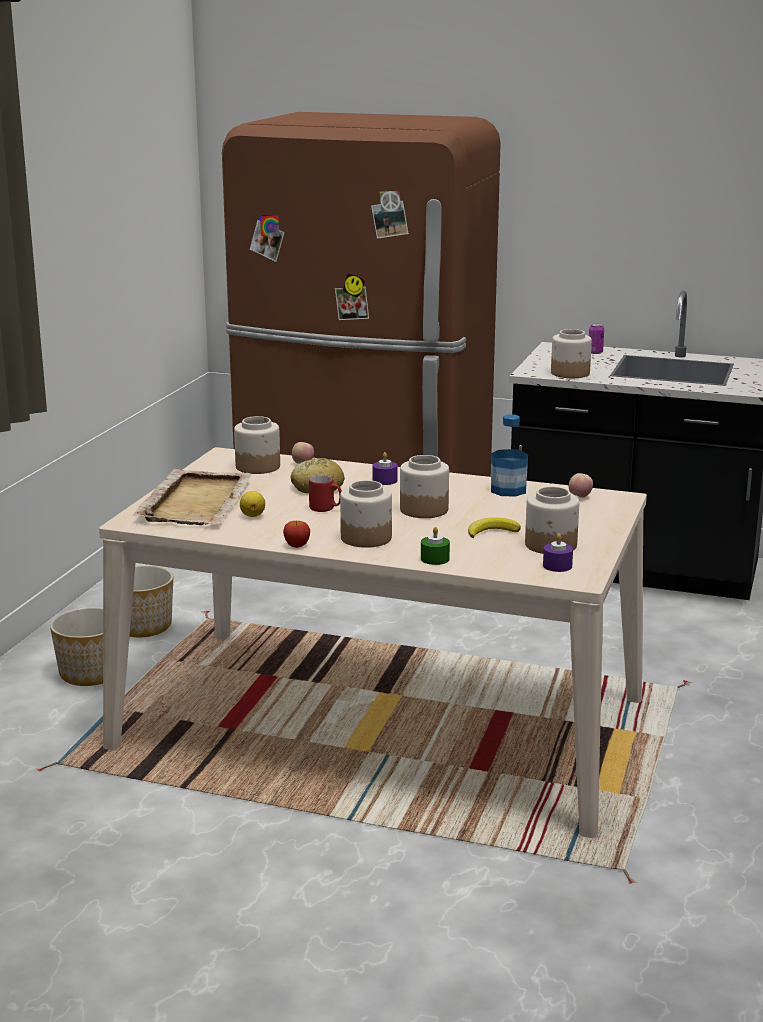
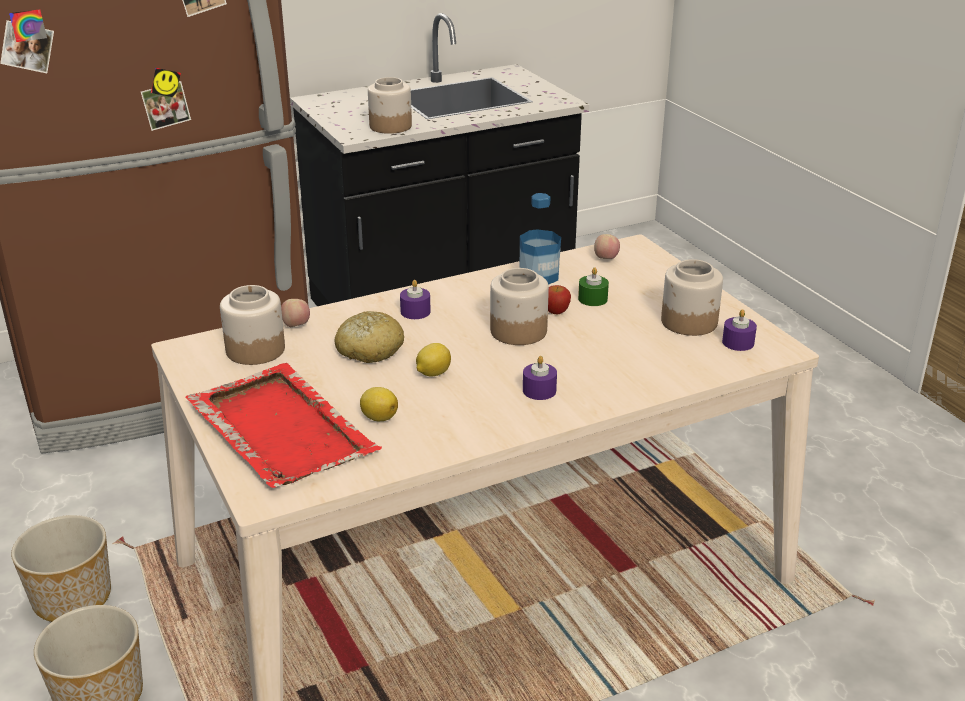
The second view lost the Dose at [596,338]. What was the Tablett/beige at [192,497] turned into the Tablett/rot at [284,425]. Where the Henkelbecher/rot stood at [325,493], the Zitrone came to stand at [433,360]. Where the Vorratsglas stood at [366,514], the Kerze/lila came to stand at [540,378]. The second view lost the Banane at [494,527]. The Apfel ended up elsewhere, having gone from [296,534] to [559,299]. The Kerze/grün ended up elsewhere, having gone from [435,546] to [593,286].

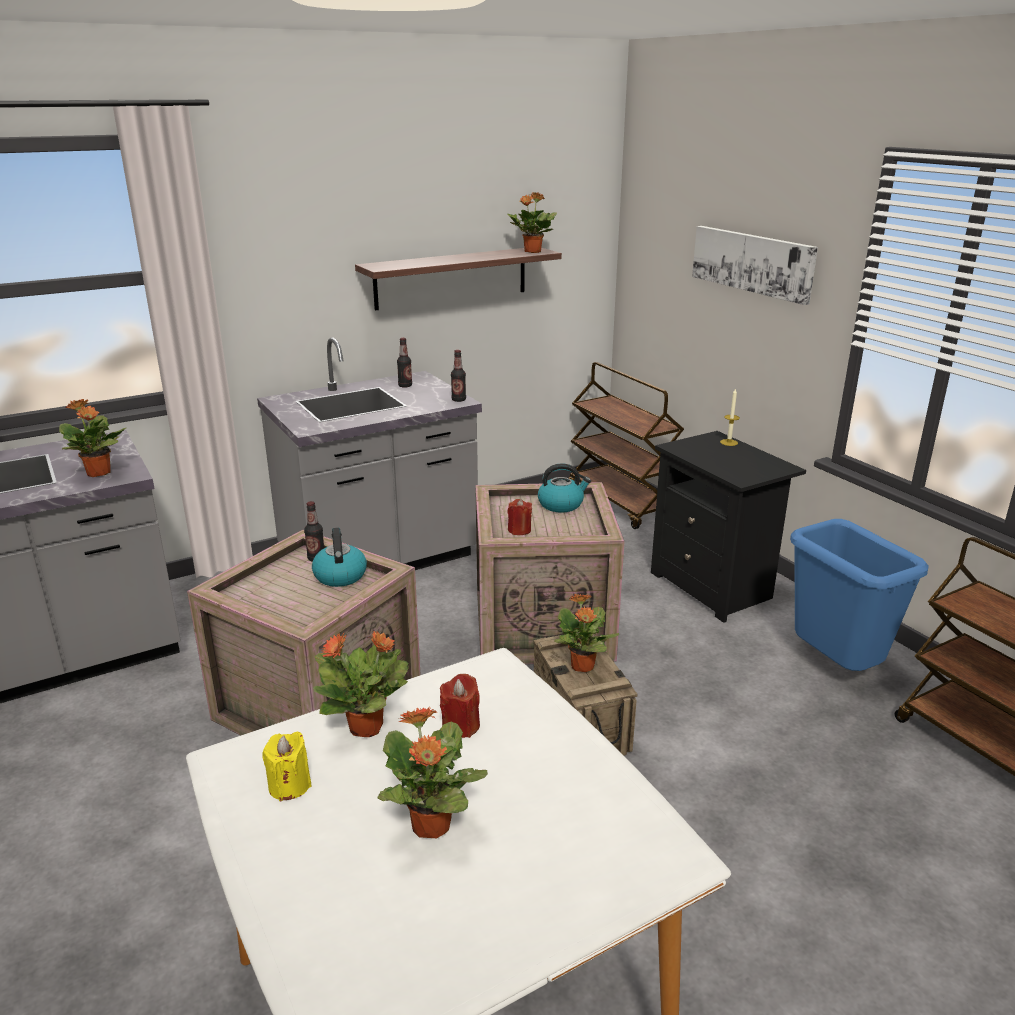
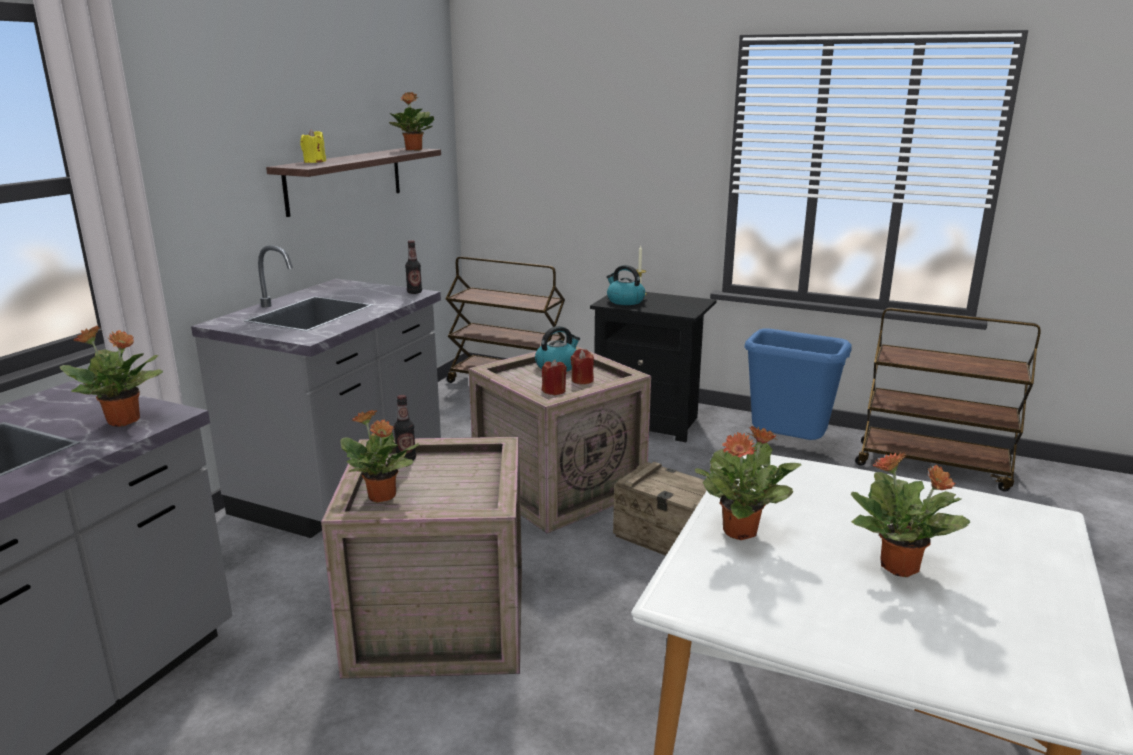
The second view lost the Bild at [755,265]. The second view lost the Flasche at [404,363]. The Wasserkessel ended up elsewhere, having gone from [339,557] to [625,285]. The Topfpflanze ended up elsewhere, having gone from [586,633] to [379,456]. The Kerze/rot ended up elsewhere, having gone from [460,706] to [582,366]. The Kerze/gelb ended up elsewhere, having gone from [287,766] to [313,146].

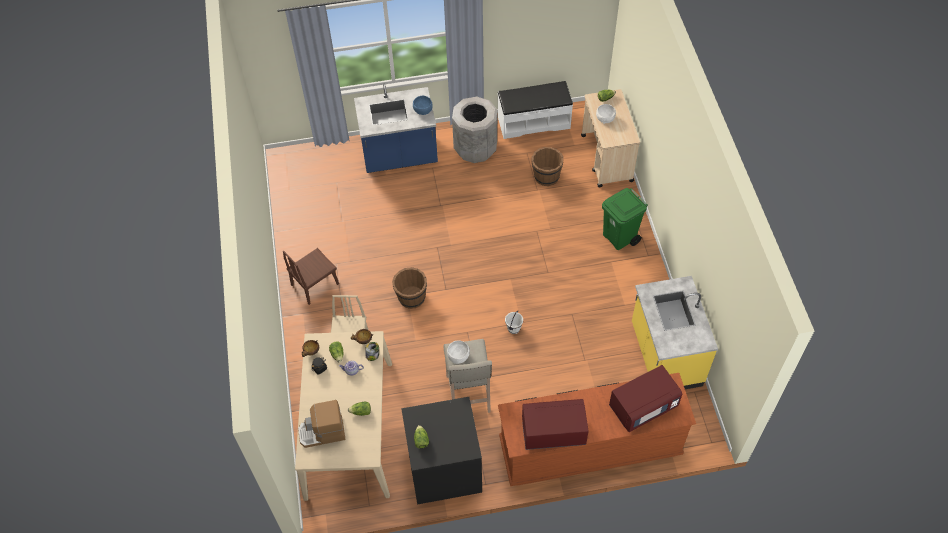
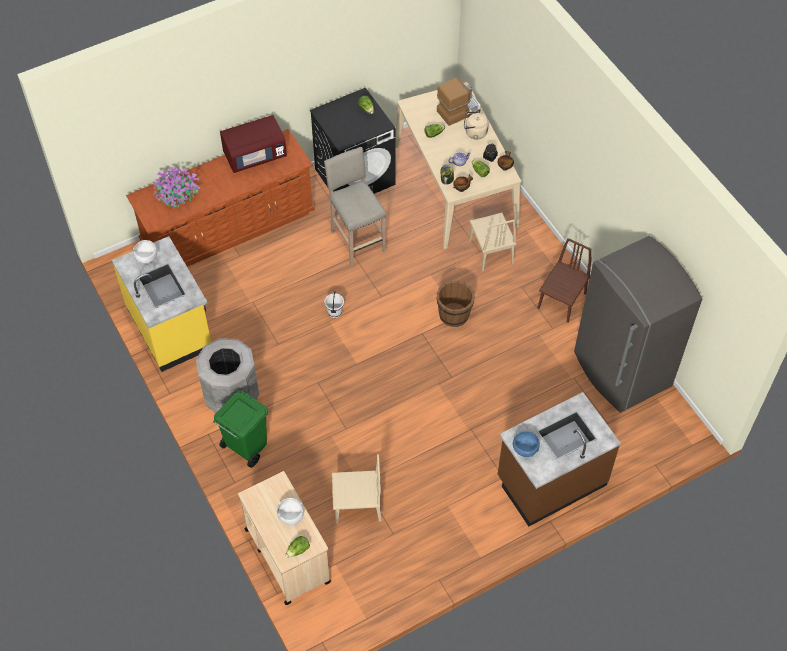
The second view lost the Bank/weiß at [535,110]. What was the Küchenzeile/blau at [396,128] turned into the Küchenzeile/braun at [559,459]. The Mülleimer/grau ended up elsewhere, having gone from [474,130] to [227,375]. Where the Eimer/braun stood at [547,166], the Stuhl/beige came to stand at [357,489]. The Schüssel/weiß ended up elsewhere, having gone from [458,352] to [145,251]. Where the Mikrowelle/rot stood at [645,398], the Topfpflanze came to stand at [176,186]. The second view gained the Wasserkessel/beige at [476,125]. The second view gained the Kühlschrank/grau at [638,324].

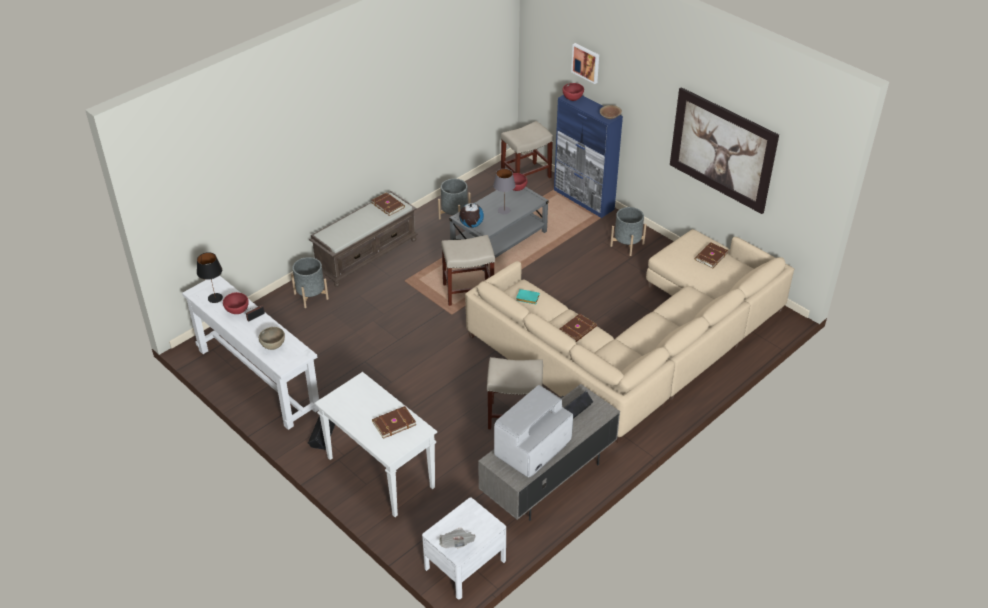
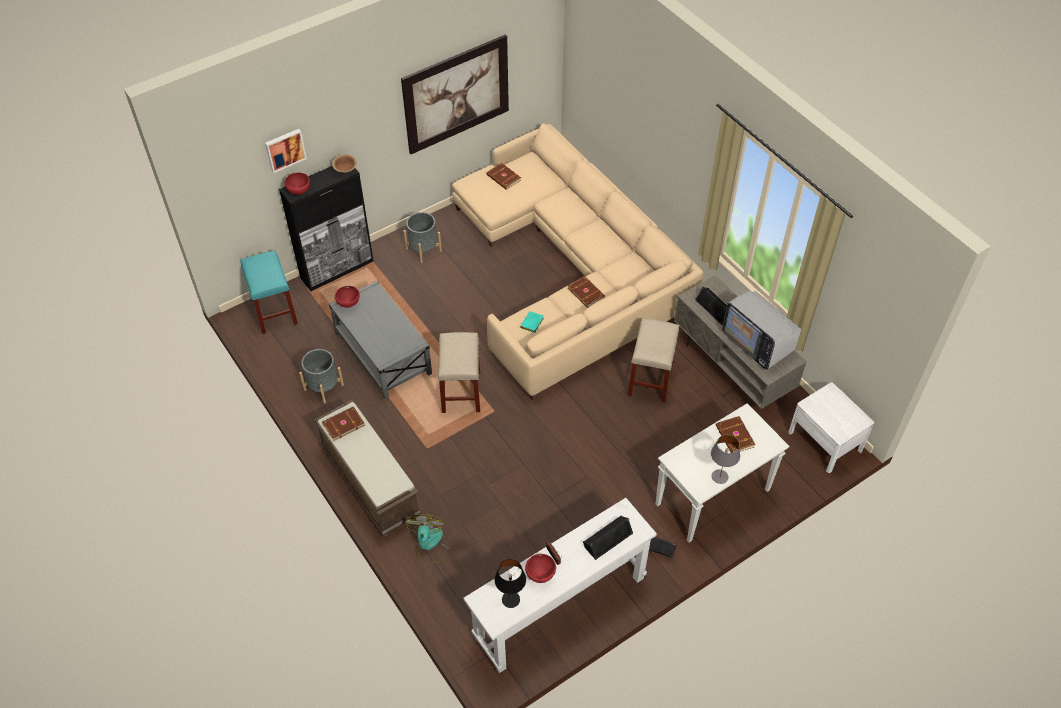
What was the Schrank/blau at [588,156] turned into the Schrank/schwarz at [326,228]. What was the Hocker/beige at [527,149] turned into the Hocker/türkis at [269,292]. The Tischlampe/grau ended up elsewhere, having gone from [504,191] to [725,459]. The second view lost the Globus at [471,215]. Where the Pflanzkübel/grau stood at [310,282], the Ventilator came to stand at [428,538]. Where the Schüssel/braun stood at [272,338], the Lautsprecher/schwarz came to stand at [608,538]. The second view lost the Zeitung at [457,538].

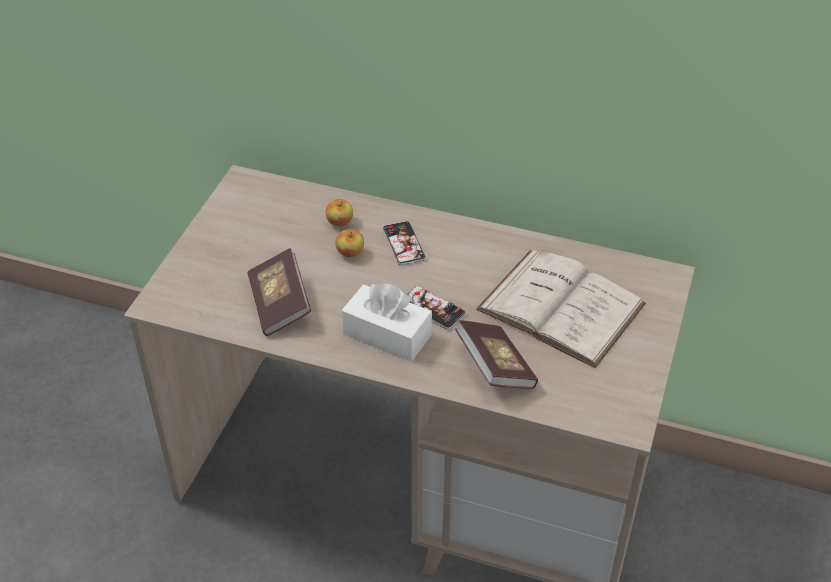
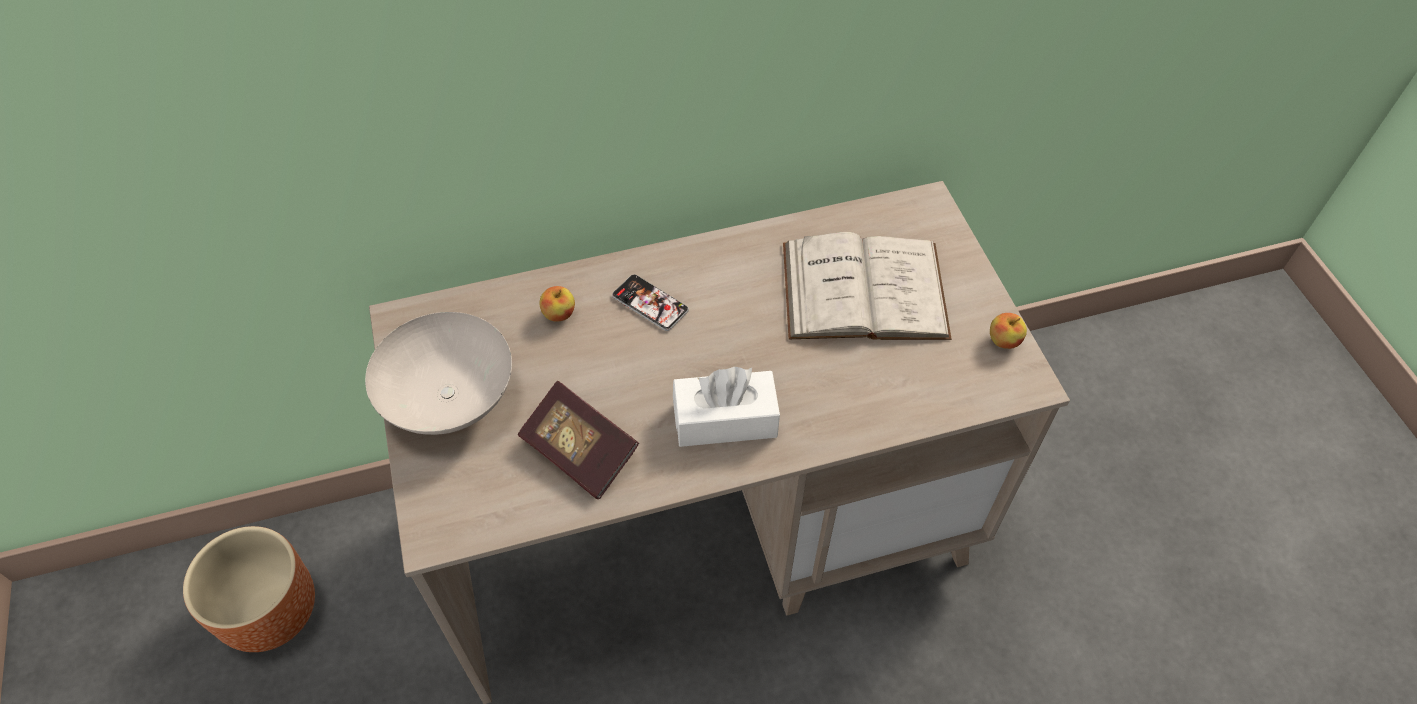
The Apfel ended up elsewhere, having gone from [349,243] to [1008,331]. The second view lost the Handy at [436,307]. The second view lost the Buch at [496,354]. The second view gained the Schüssel/weiß at [438,373]. The second view gained the Pflanzkübel/braun at [249,589].

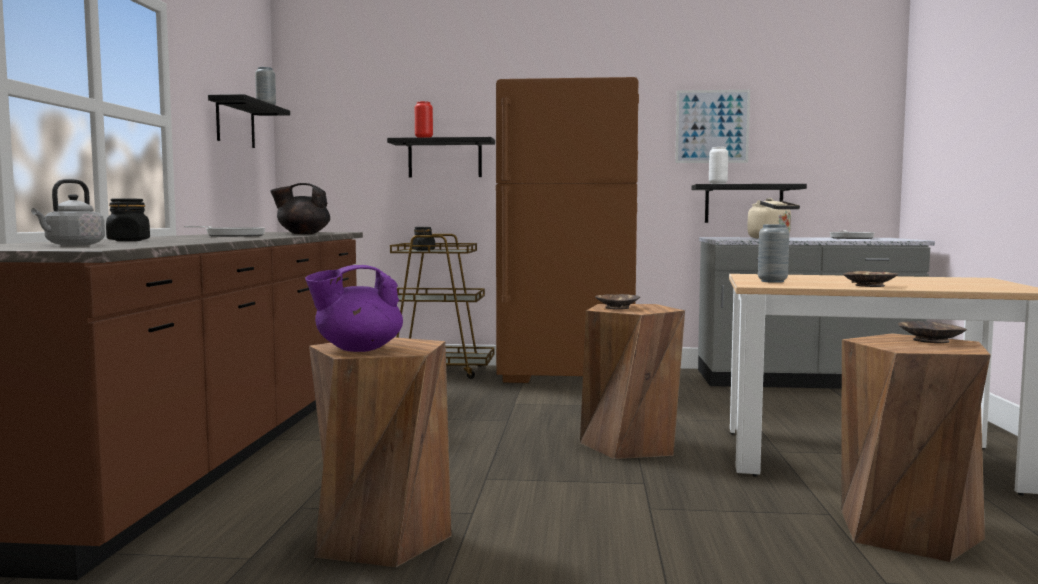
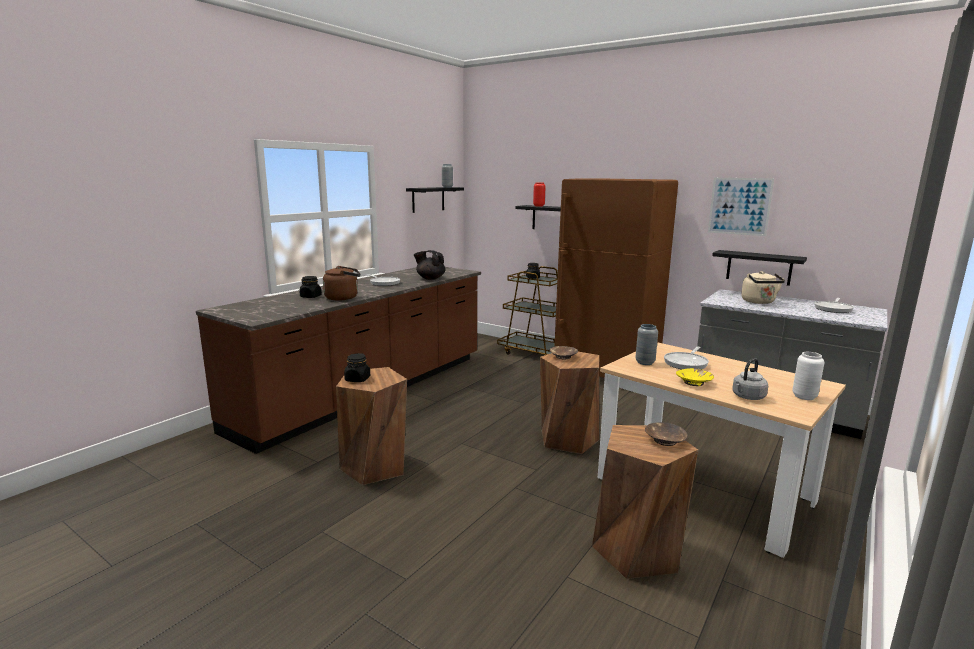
The Vase/weiß ended up elsewhere, having gone from [718,165] to [808,376]. The Wasserkessel/grau ended up elsewhere, having gone from [68,212] to [750,379]. Where the Teekanne/lila stood at [354,308], the Vorratsglas/schwarz came to stand at [357,367]. What was the Schüssel/braun at [871,279] turned into the Schüssel/gelb at [695,377]. The second view gained the Wasserkessel/braun at [341,283]. The second view gained the Pfanne at [686,357].

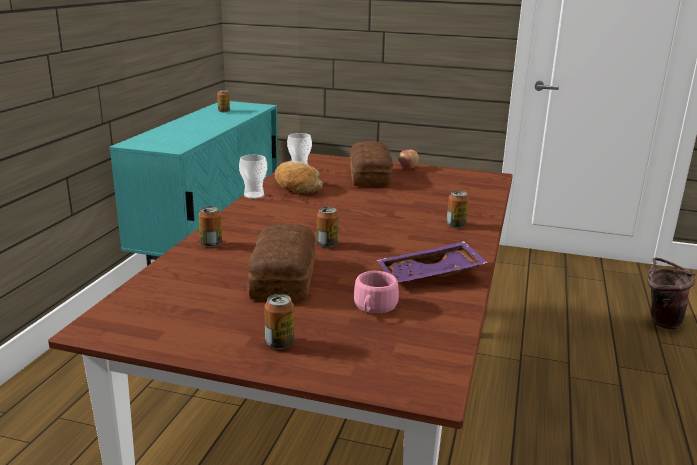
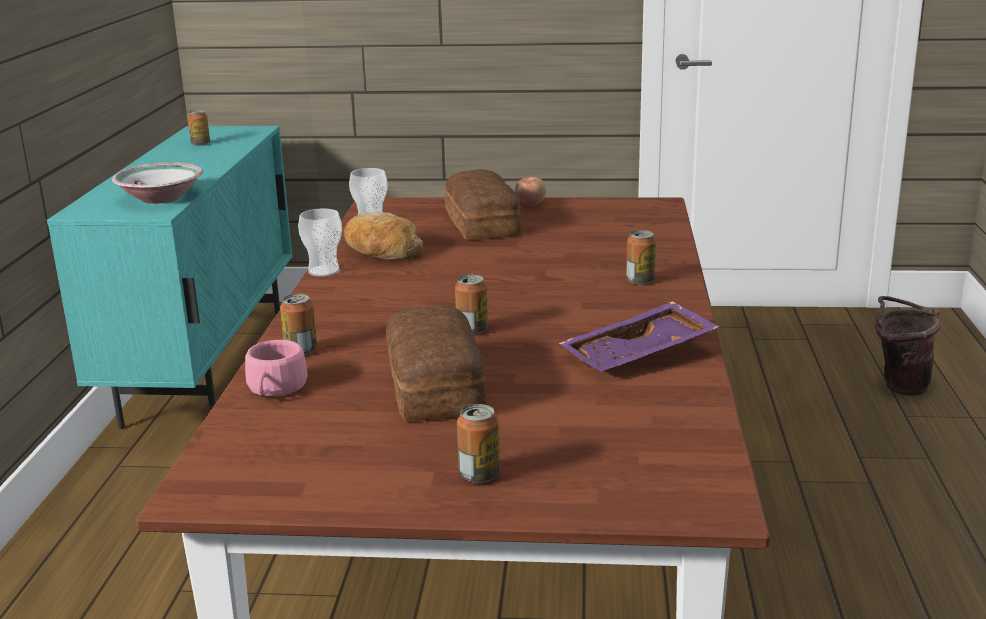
The Tasse/rosa ended up elsewhere, having gone from [376,292] to [276,368]. The second view gained the Schüssel at [157,183].

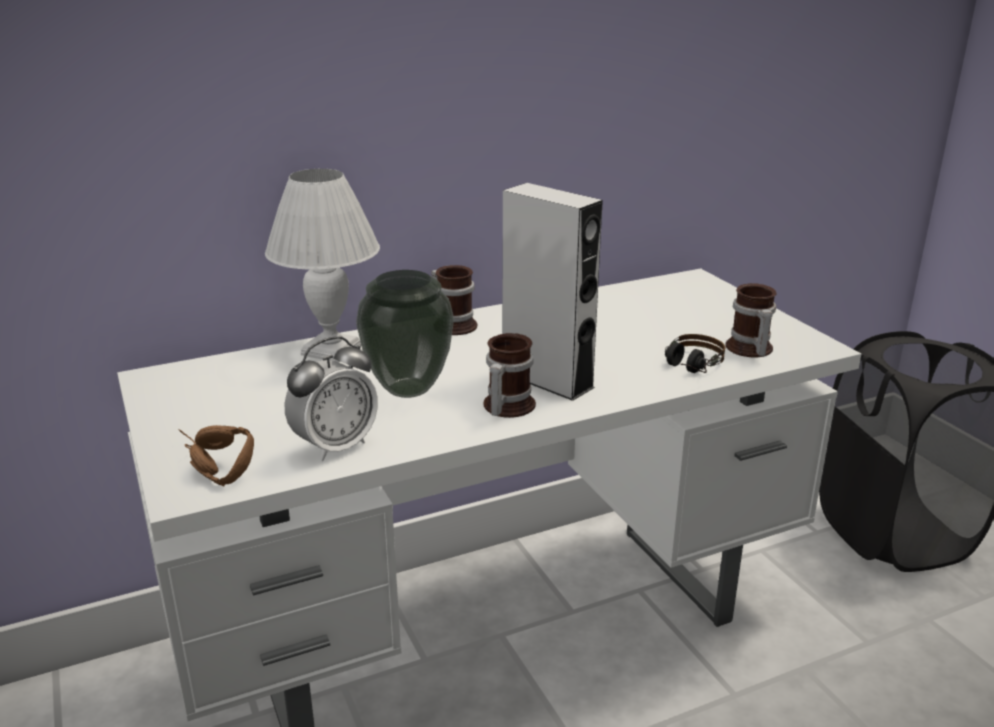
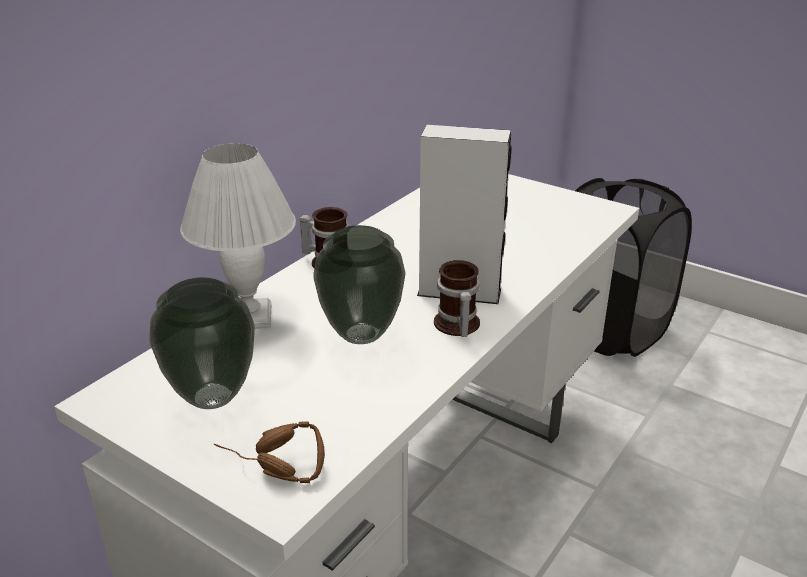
The second view lost the Henkelbecher at [751,320]. The second view lost the Kopfhörer at [695,353]. The second view lost the Wecker at [331,398]. The second view gained the Vase at [202,343].

